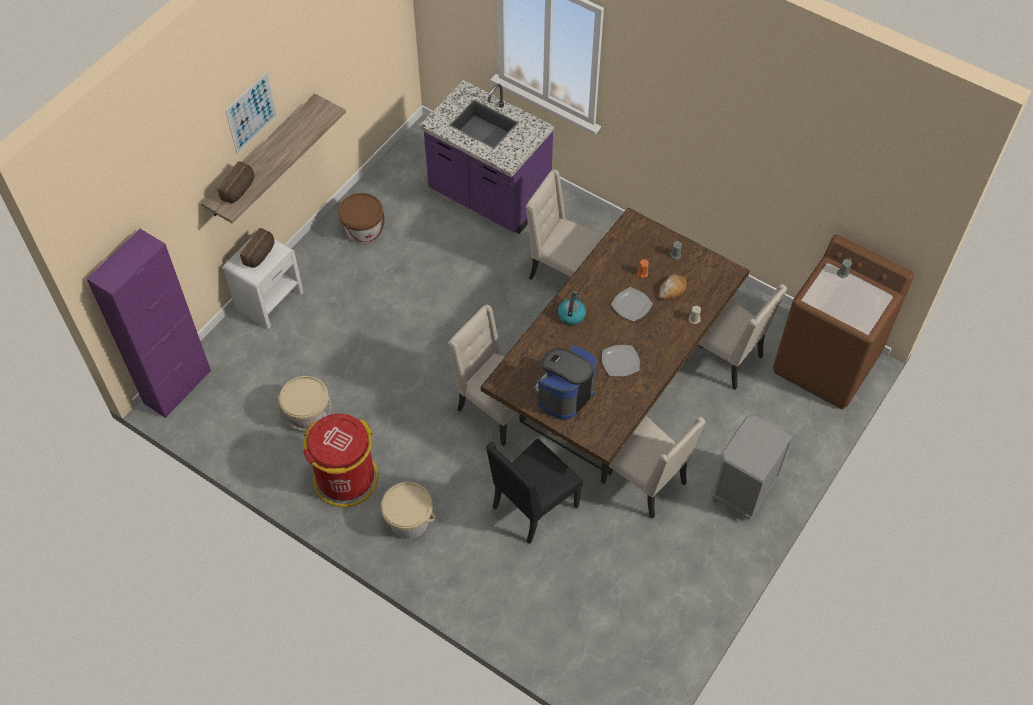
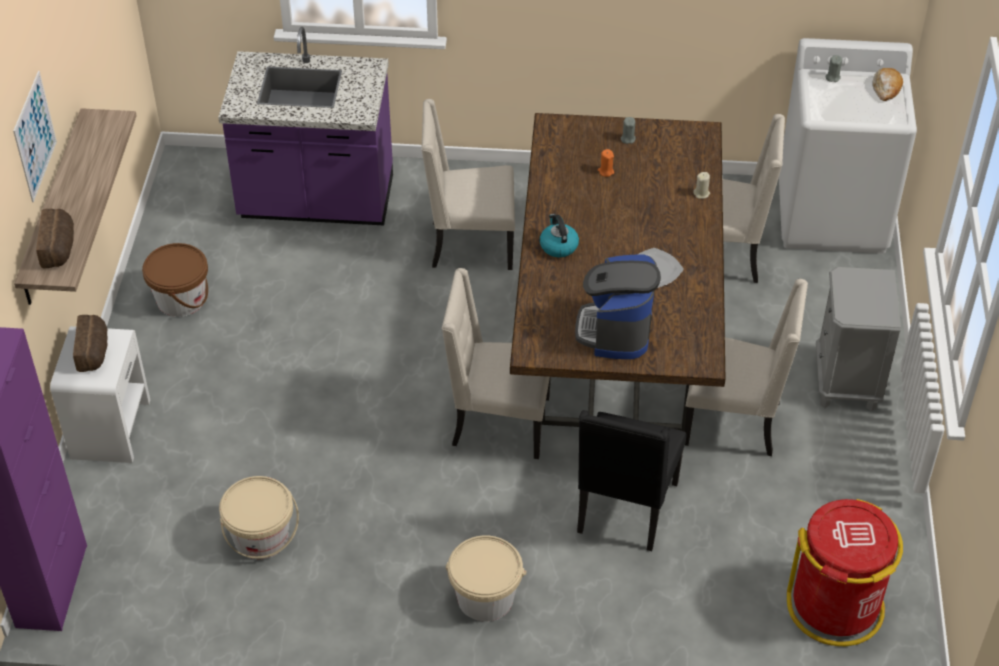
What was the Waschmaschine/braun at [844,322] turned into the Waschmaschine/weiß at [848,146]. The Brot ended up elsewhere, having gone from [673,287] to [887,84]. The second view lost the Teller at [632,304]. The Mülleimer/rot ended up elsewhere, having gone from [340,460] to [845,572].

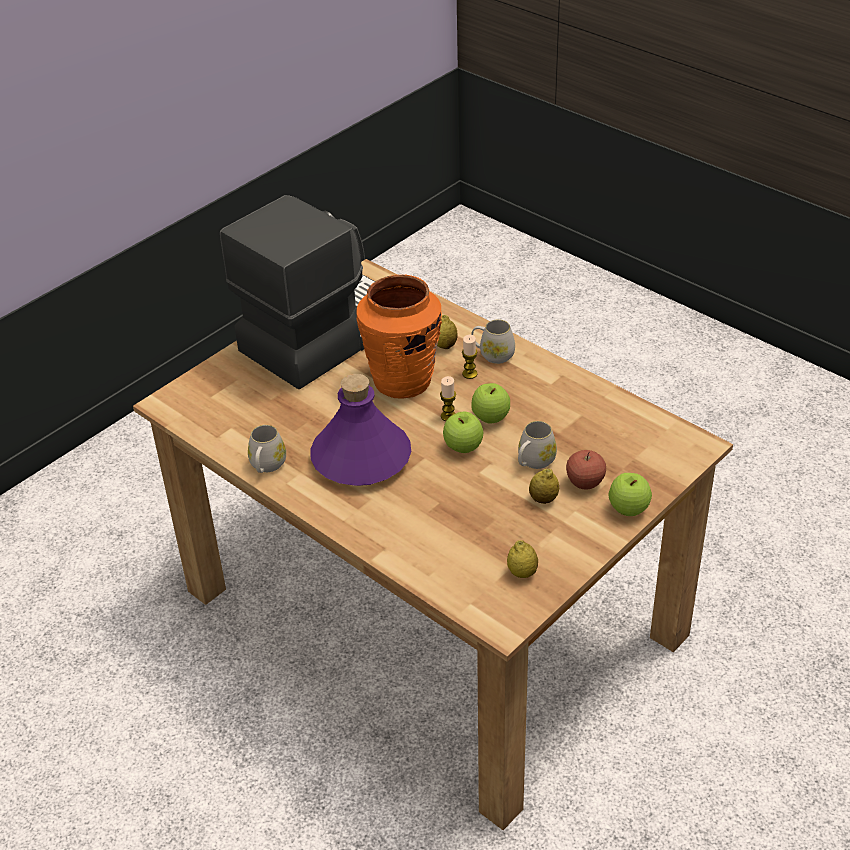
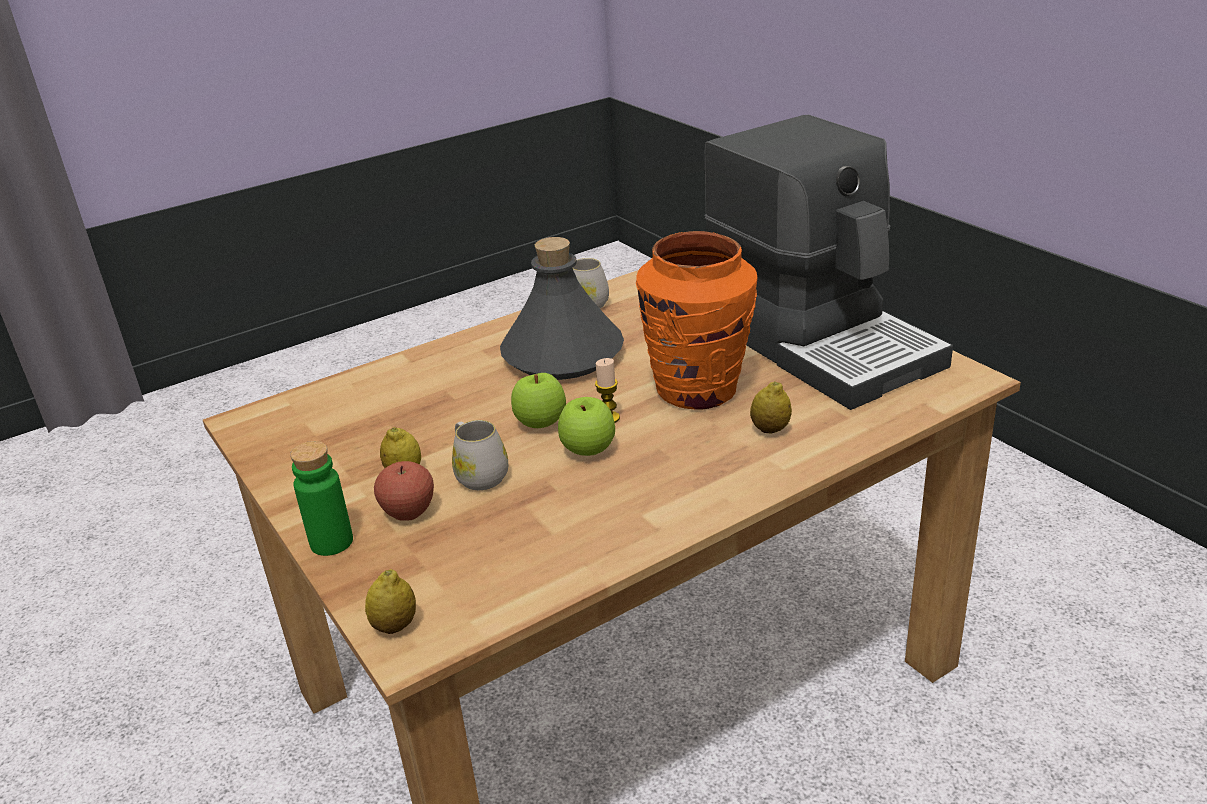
The second view lost the Henkelbecher/weiß at [493,341]. The second view lost the Kerze at [470,357]. What was the Flasche/lila at [360,430] turned into the Flasche/grau at [562,308]. Where the Apfel stood at [630,494], the Flasche/grün came to stand at [321,498]. The Zitrone ended up elsewhere, having gone from [522,559] to [390,601].

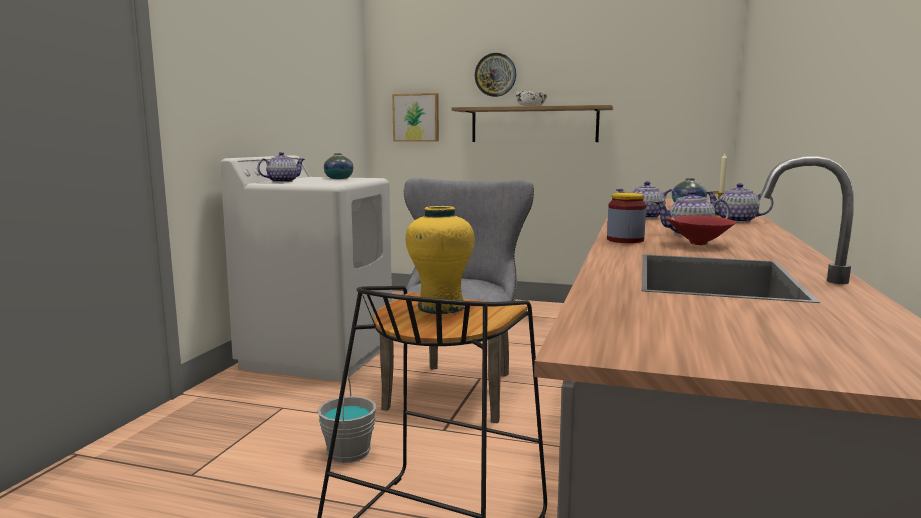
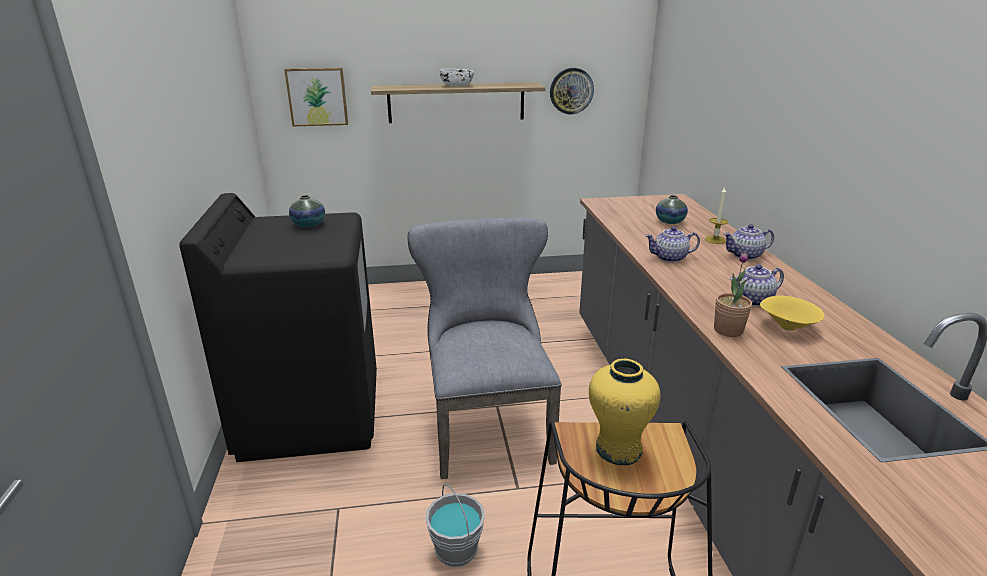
The Wanduhr ended up elsewhere, having gone from [495,75] to [572,91]. The second view lost the Teekanne at [281,167]. What was the Waschmaschine/weiß at [306,268] turned into the Waschmaschine/schwarz at [278,327]. Where the Vorratsglas stood at [626,218], the Topfpflanze came to stand at [733,294]. What was the Schüssel/rot at [701,230] turned into the Schüssel/gelb at [792,313].

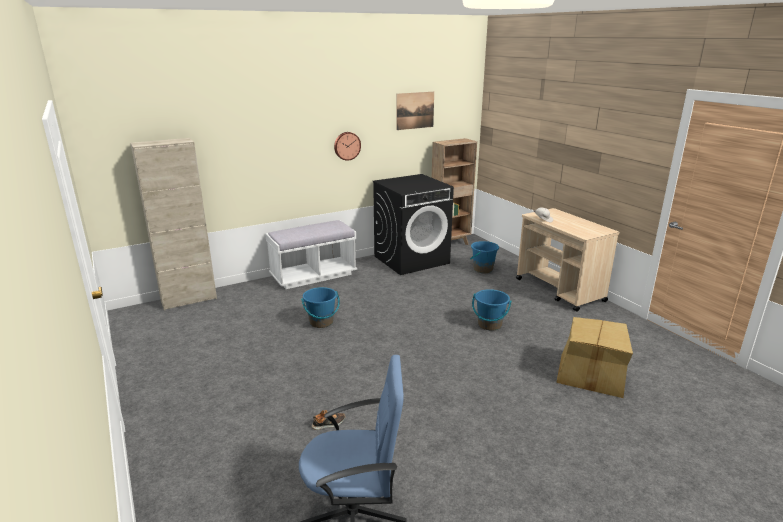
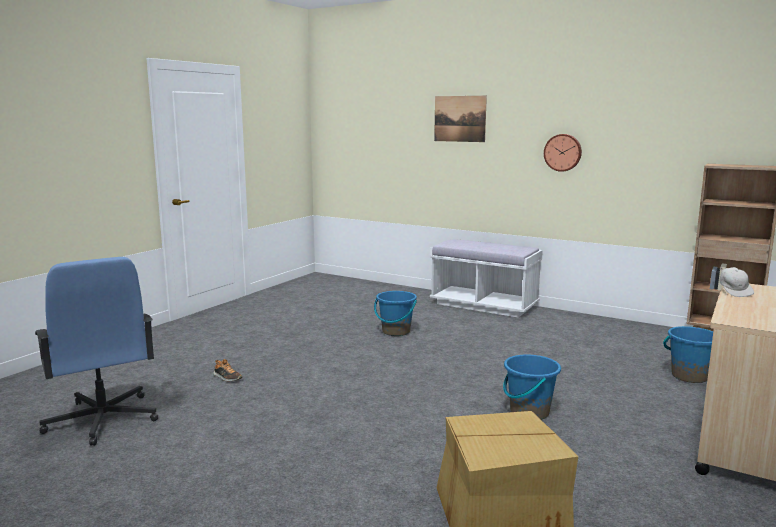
The Bild ended up elsewhere, having gone from [415,111] to [460,119]. The second view lost the Schrank/beige at [174,224]. The second view lost the Waschmaschine/schwarz at [413,224].

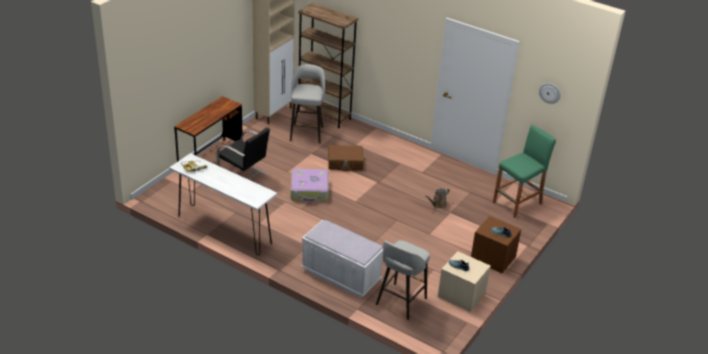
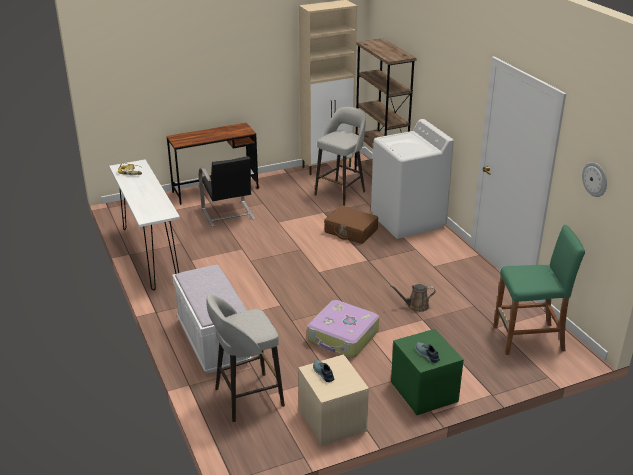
The Koffer ended up elsewhere, having gone from [310,185] to [343,329]. What was the Nachttisch/braun at [496,244] turned into the Nachttisch/grün at [427,372]. The second view gained the Waschmaschine/weiß at [412,179].

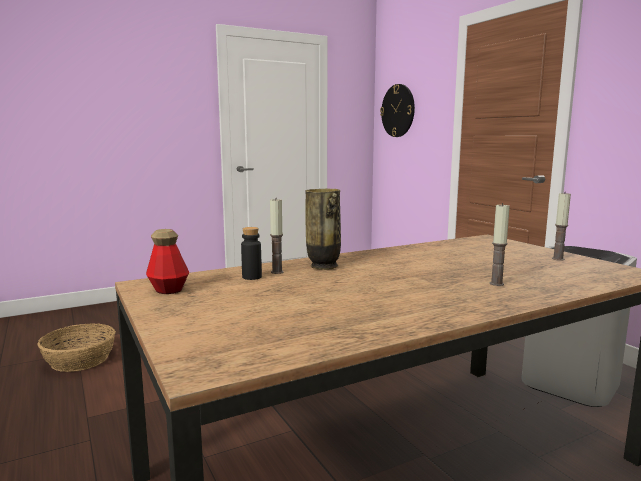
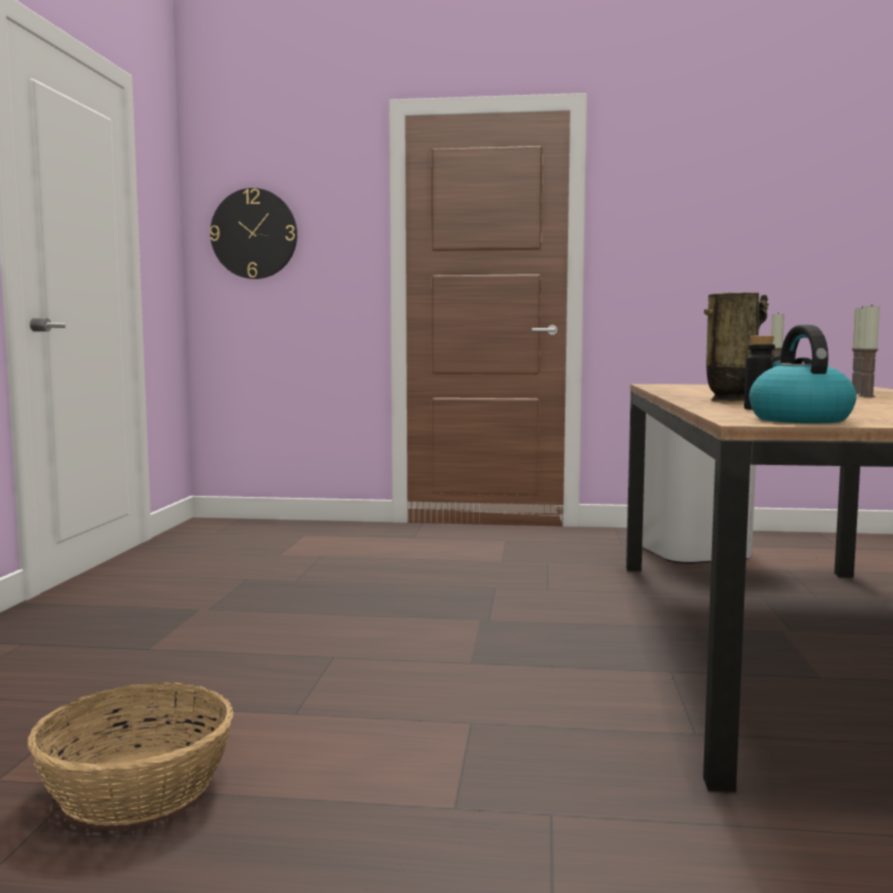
The Kerze ended up elsewhere, having gone from [277,235] to [869,350]. Where the Flasche stood at [167,261], the Wasserkessel came to stand at [803,374].

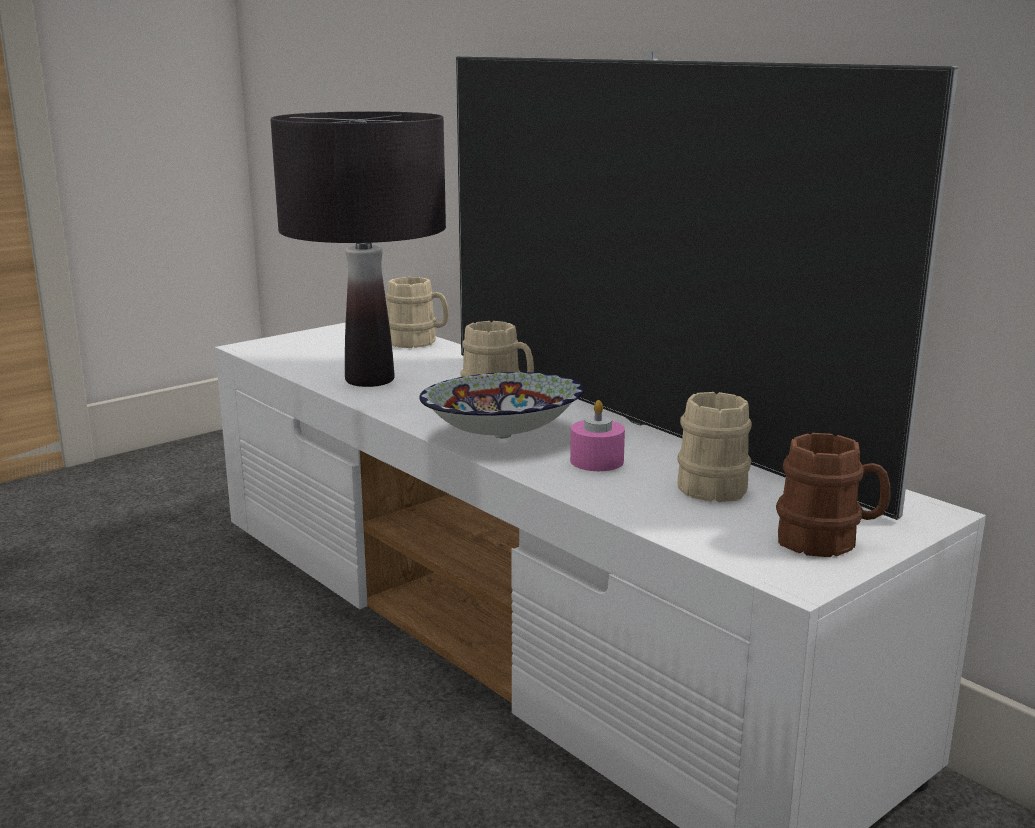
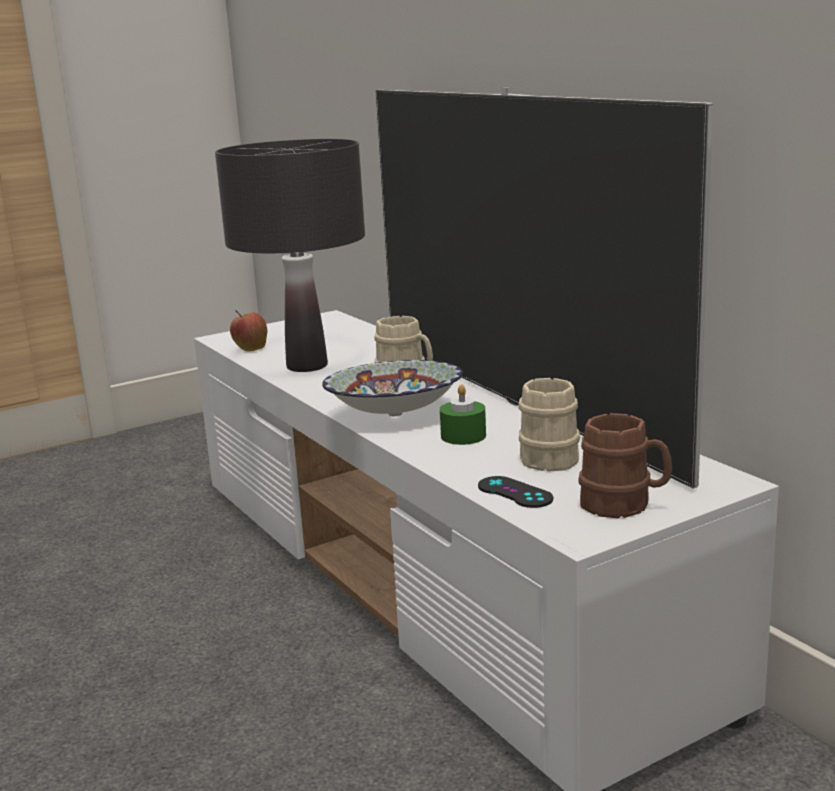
The second view lost the Henkelbecher/beige at [417,312]. What was the Kerze/rosa at [597,435] turned into the Kerze/grün at [463,414]. The second view gained the Apfel at [248,331]. The second view gained the Gamepad/schwarz at [516,492].

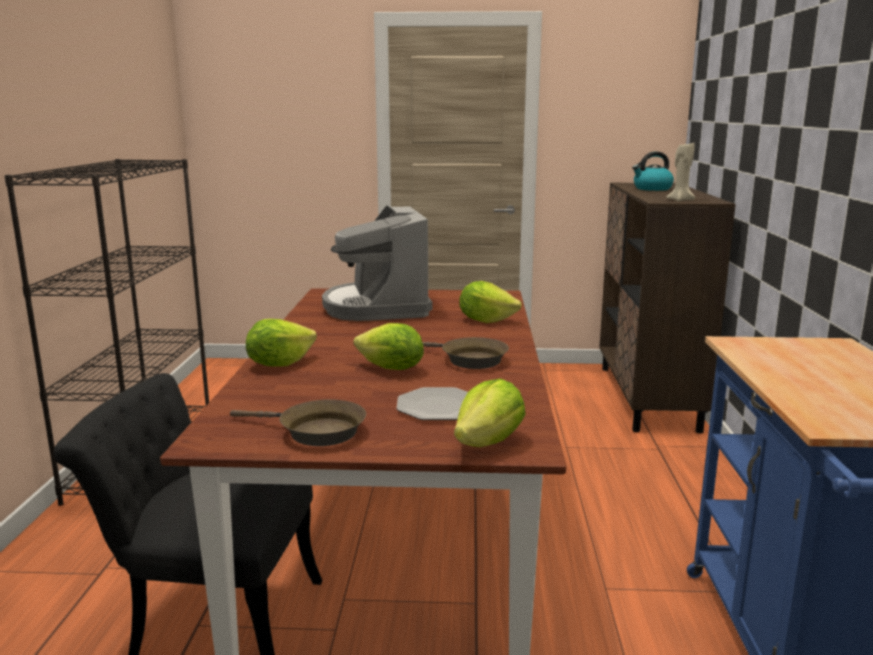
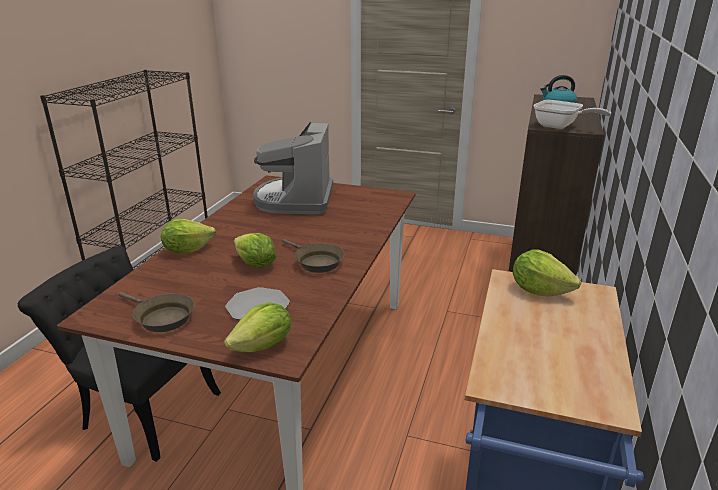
Where the Kerze/beige stood at [680,172], the Pfanne came to stand at [572,114]. The Salatkopf ended up elsewhere, having gone from [490,302] to [547,272].

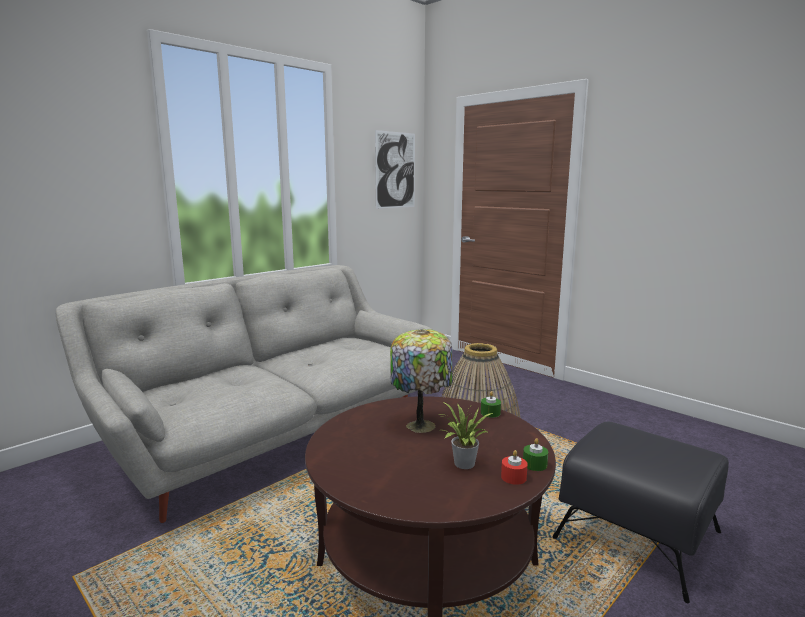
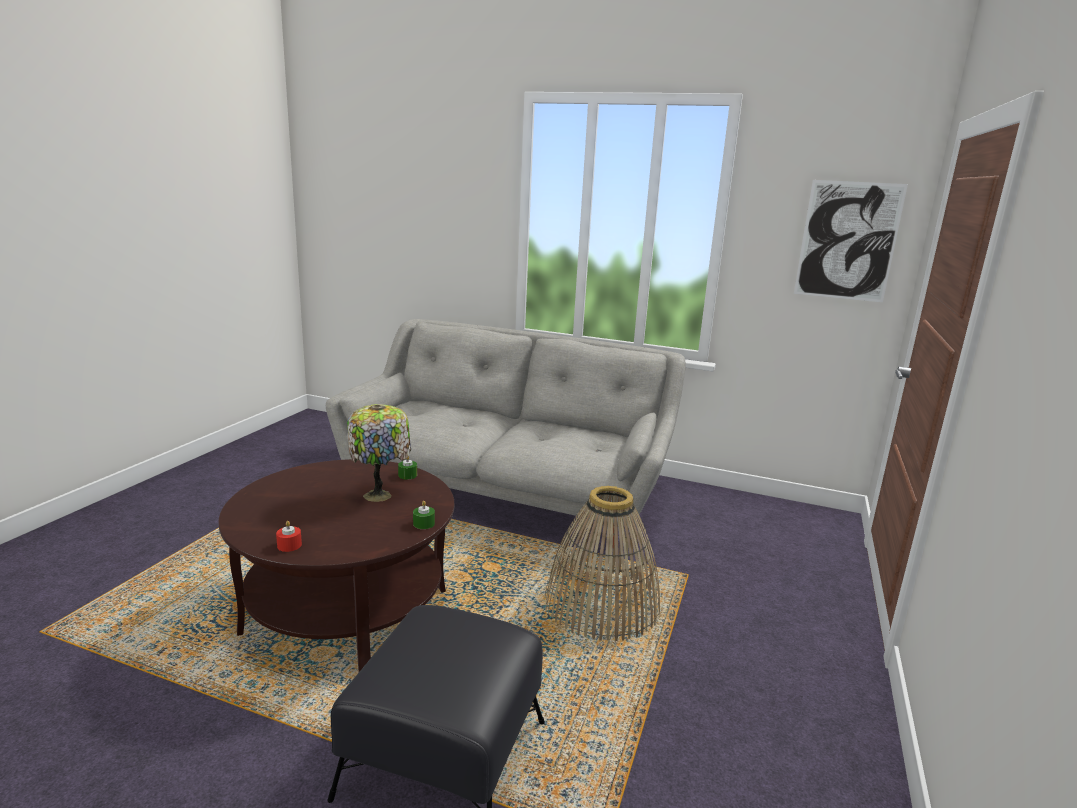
The second view lost the Topfpflanze at [465,435]. The Kerze/grün ended up elsewhere, having gone from [535,454] to [407,468].

